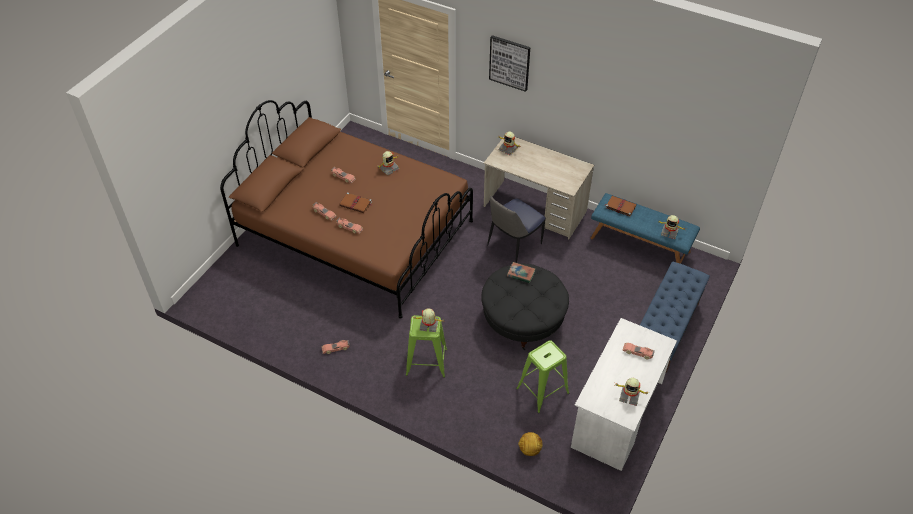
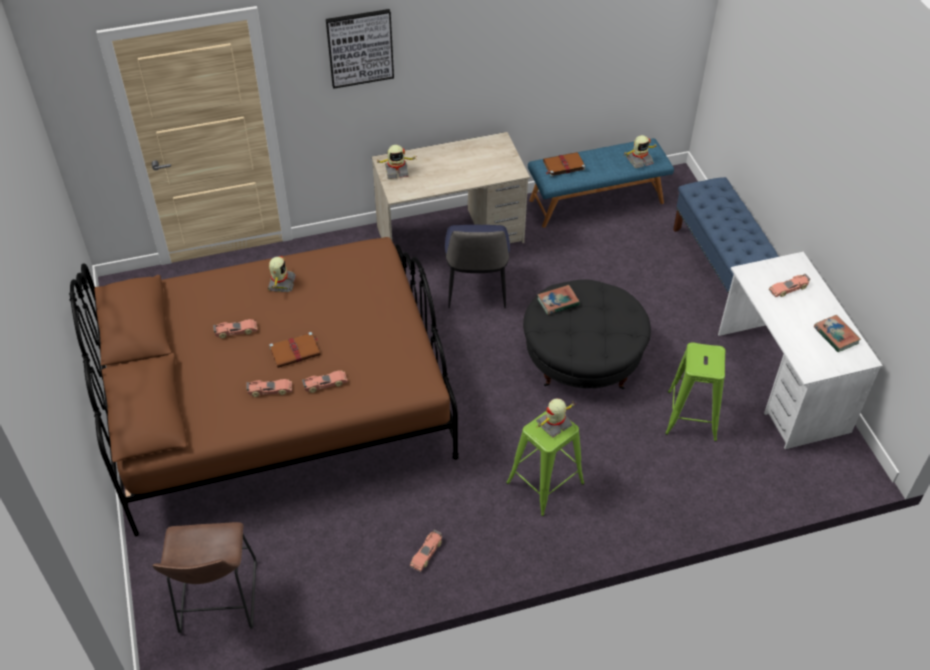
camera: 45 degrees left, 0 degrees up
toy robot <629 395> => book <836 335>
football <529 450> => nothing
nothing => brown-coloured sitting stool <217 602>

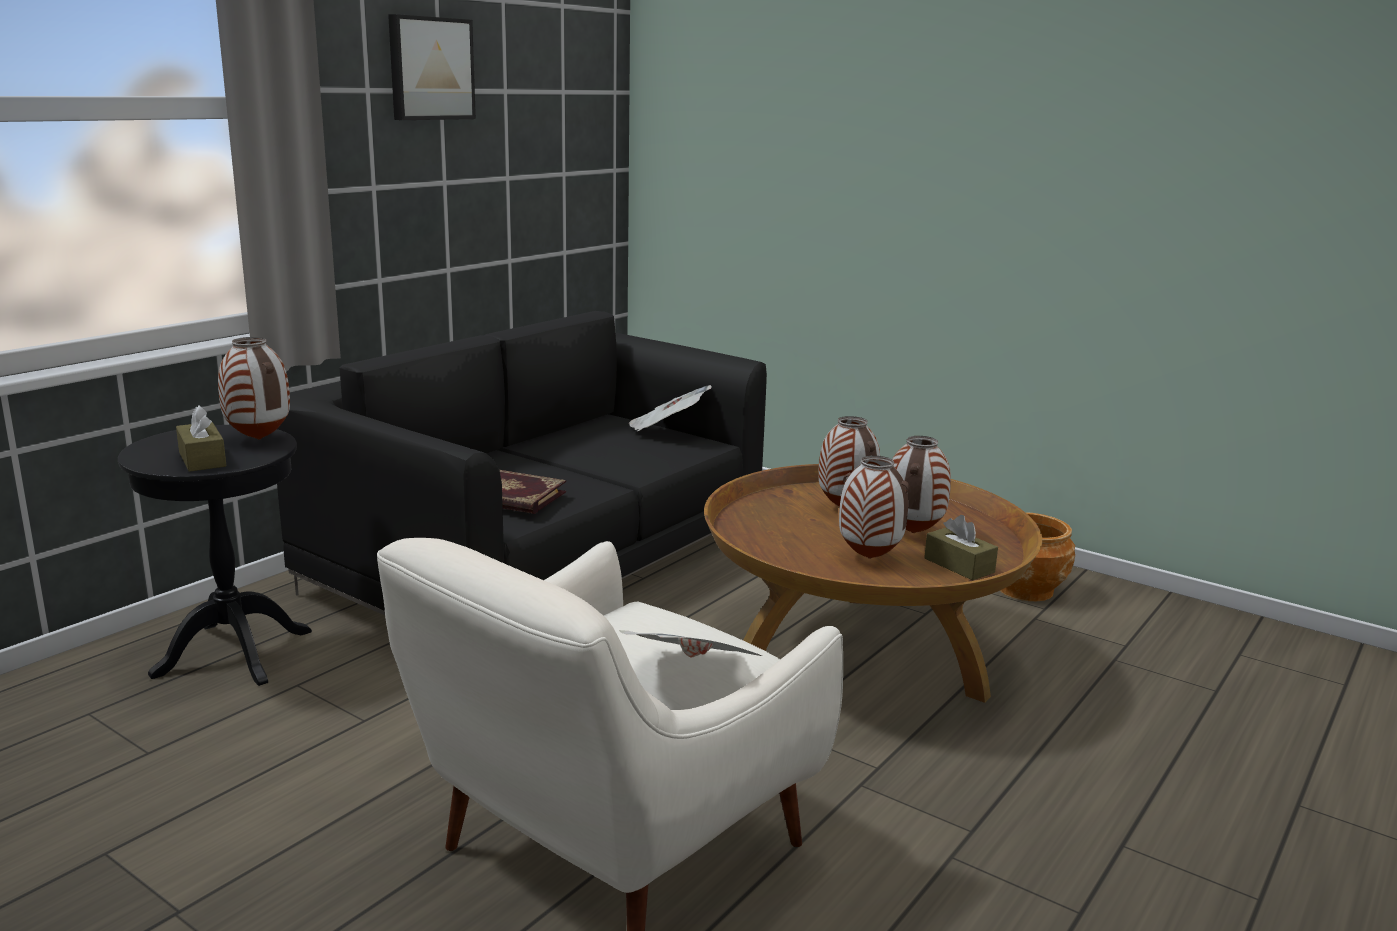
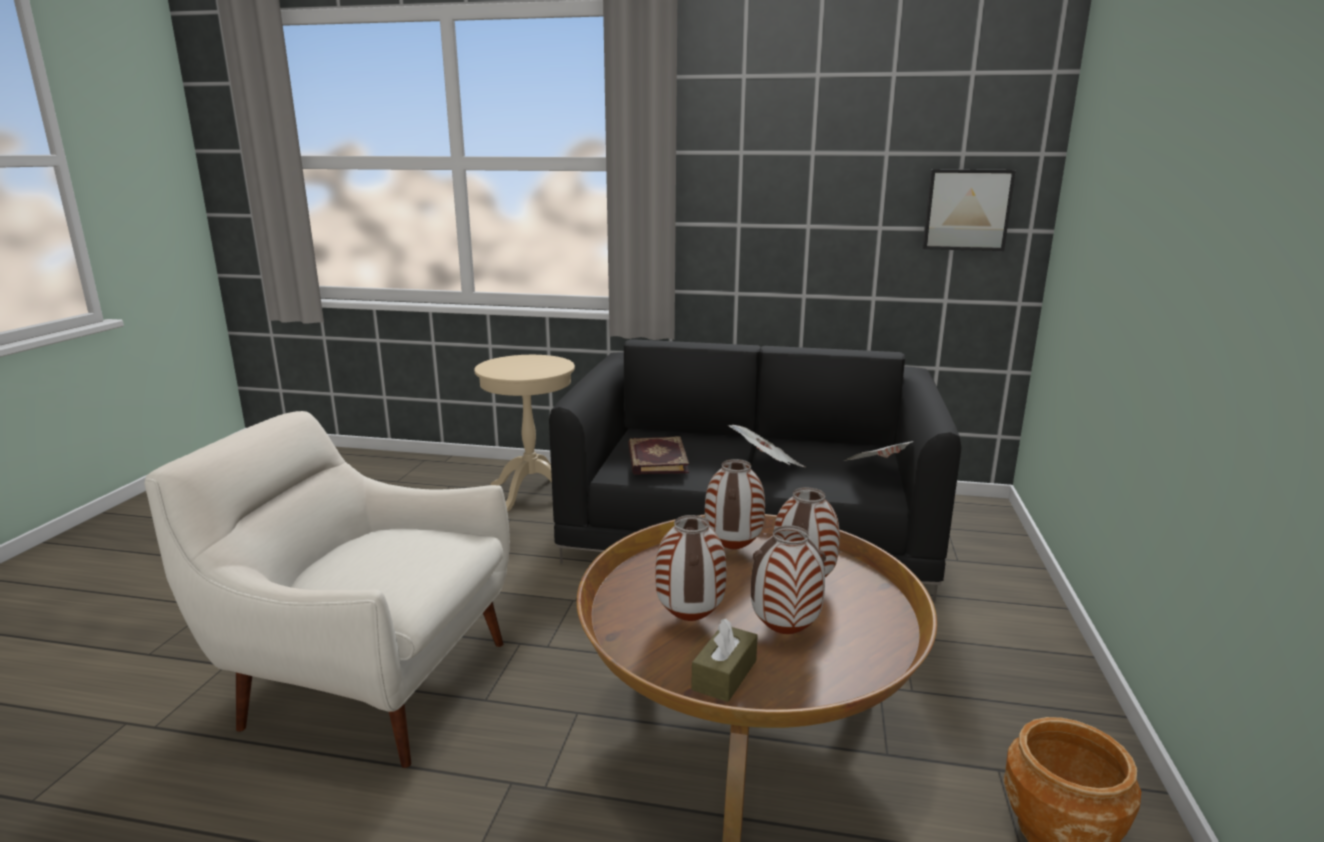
camera: 65 degrees right, 0 degrees up
picture <429 68> => picture <966 210>, moved
flower vase <260 439> => flower vase <734 549>, moved
brown-coloured tissue holder <202 459> => nothing
blackish side table <233 653> => beige side table <532 492>
printed paper <694 678> => printed paper <766 465>, moved

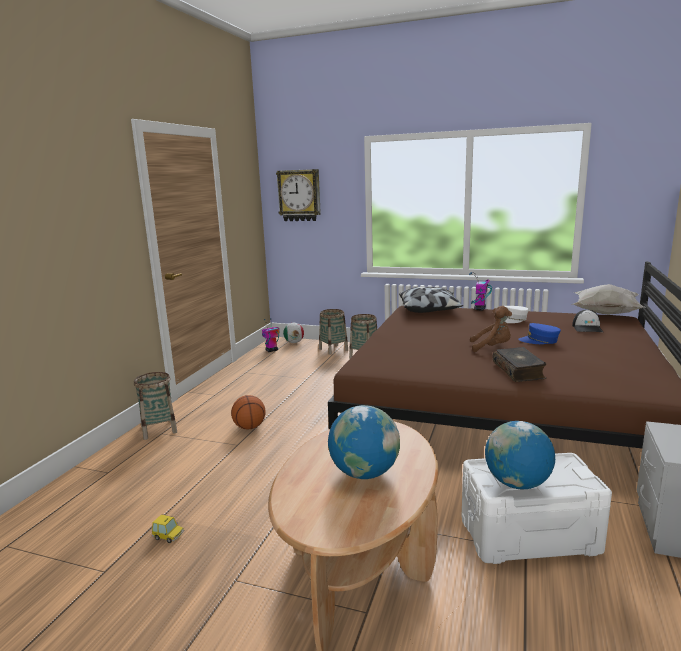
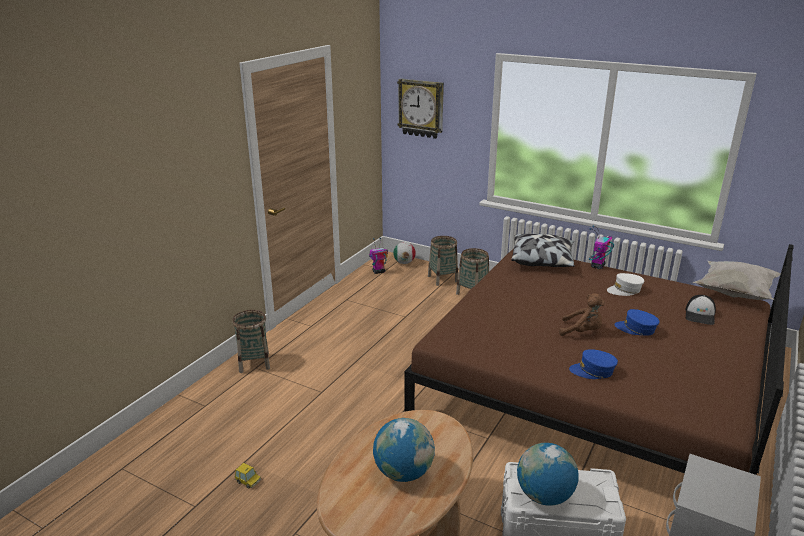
camera: 10 degrees right, 10 degrees up
book <519 371> => blue baseball cap <593 371>
basketball <249 427> => nothing

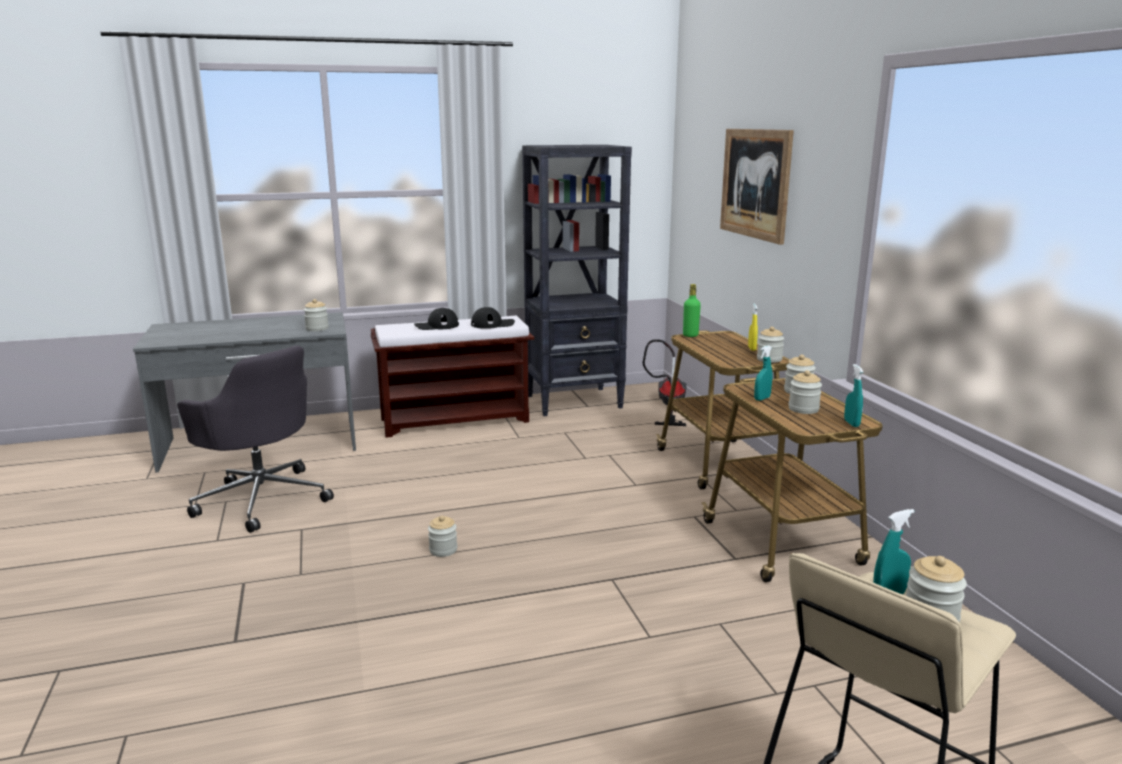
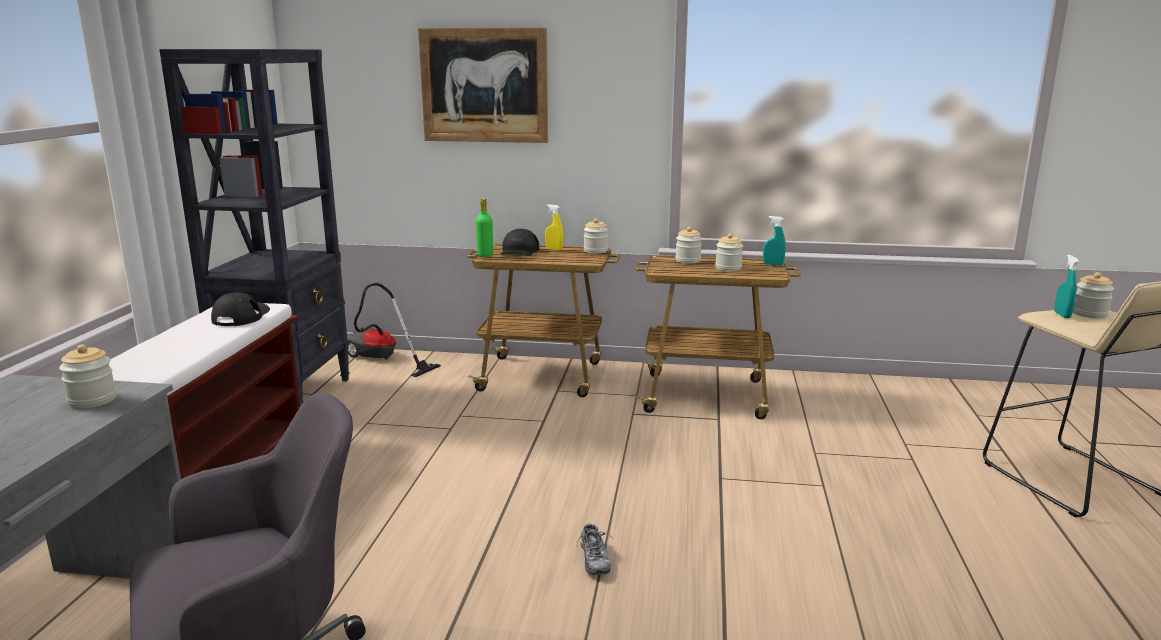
camera: 65 degrees left, 0 degrees up
blackish baseball cap <436 326> => blackish baseball cap <519 251>, moved
turquoise sprayer <762 398> => nothing
preserve jar <443 550> => shoe <594 560>

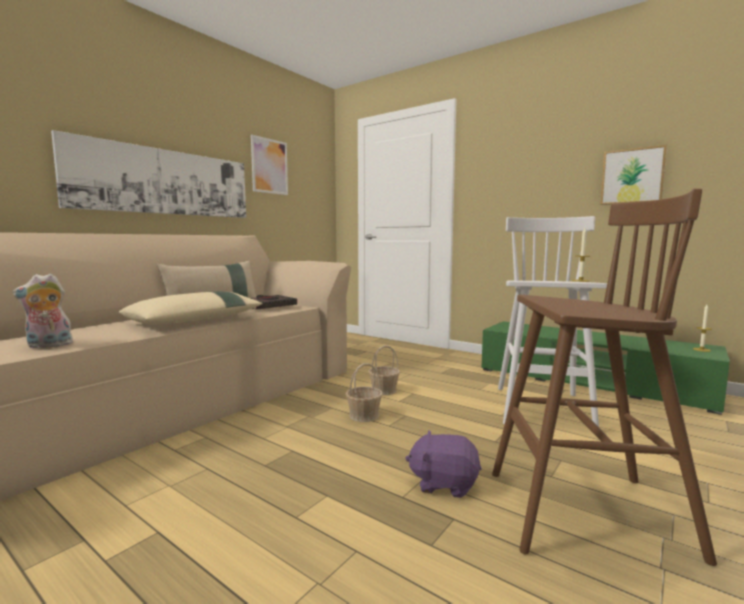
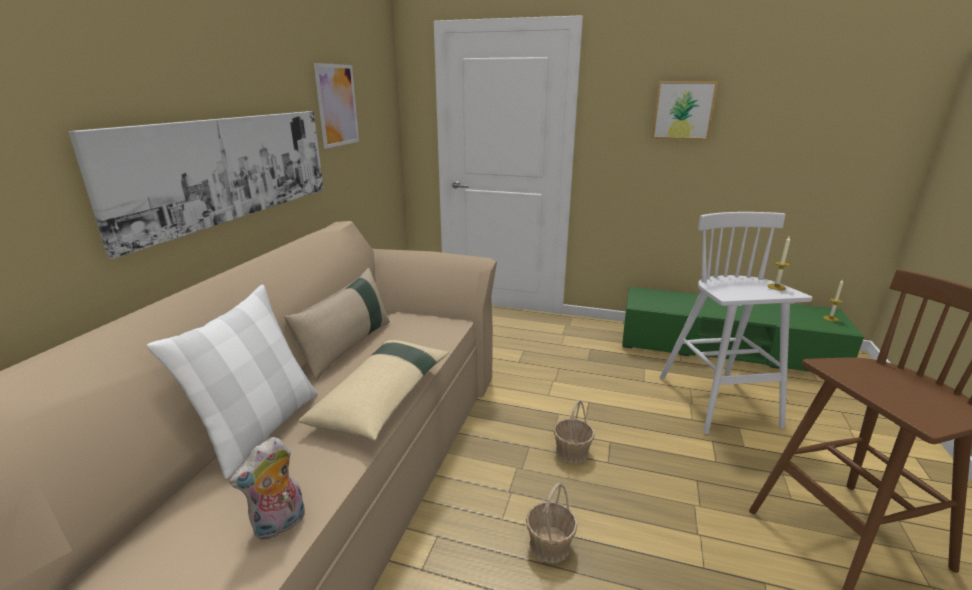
camera: 20 degrees left, 15 degrees up
picture <632 176> => picture <683 110>, moved
blackish book <268 306> => nothing
basket <383 390> => basket <549 545>, moved
purplish soft toy <444 483> => nothing
nothing => whitish pillow <260 428>

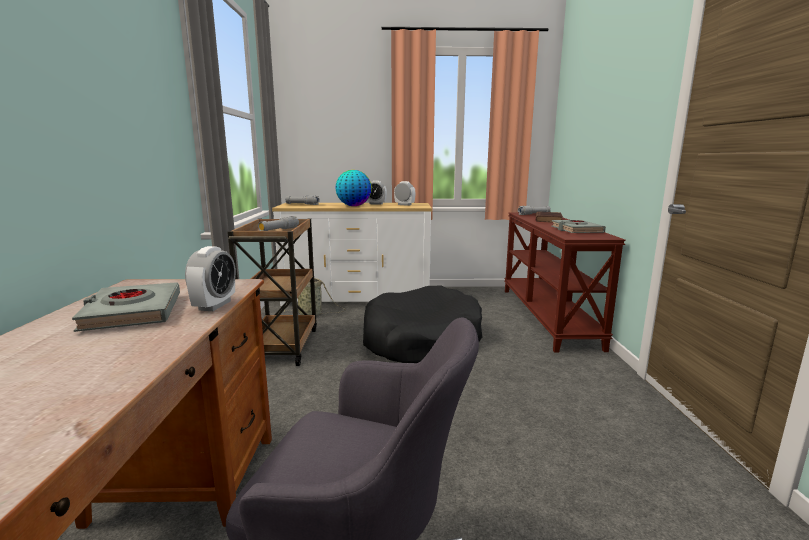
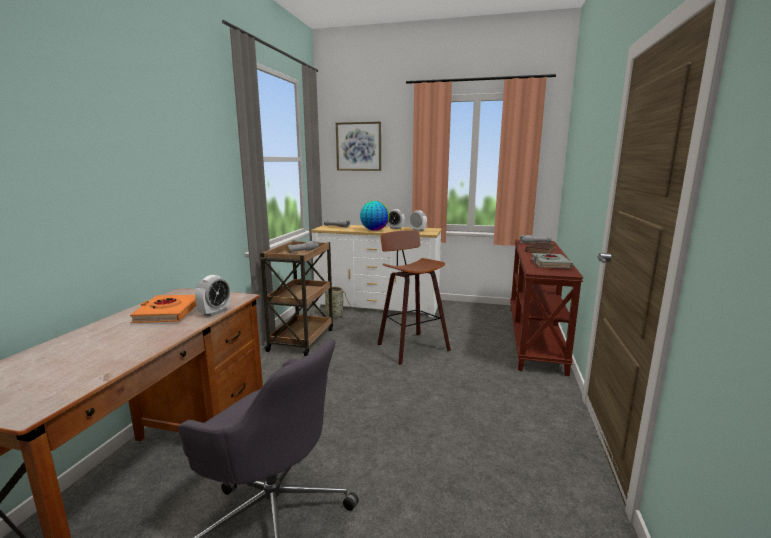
camera: 15 degrees right, 0 degrees up
greyish book <133 312> => orangey book <168 313>
blackish dog bed <421 340> => sitting stool <410 347>
nothing => picture <358 146>

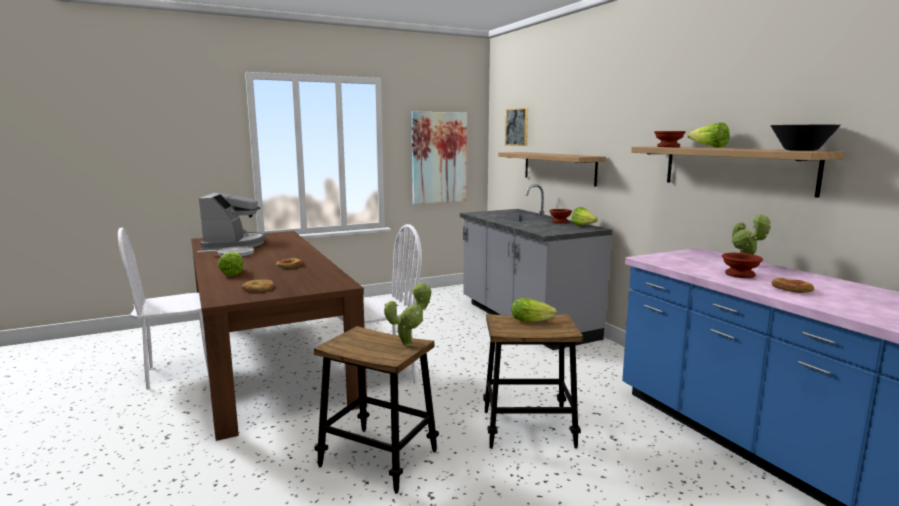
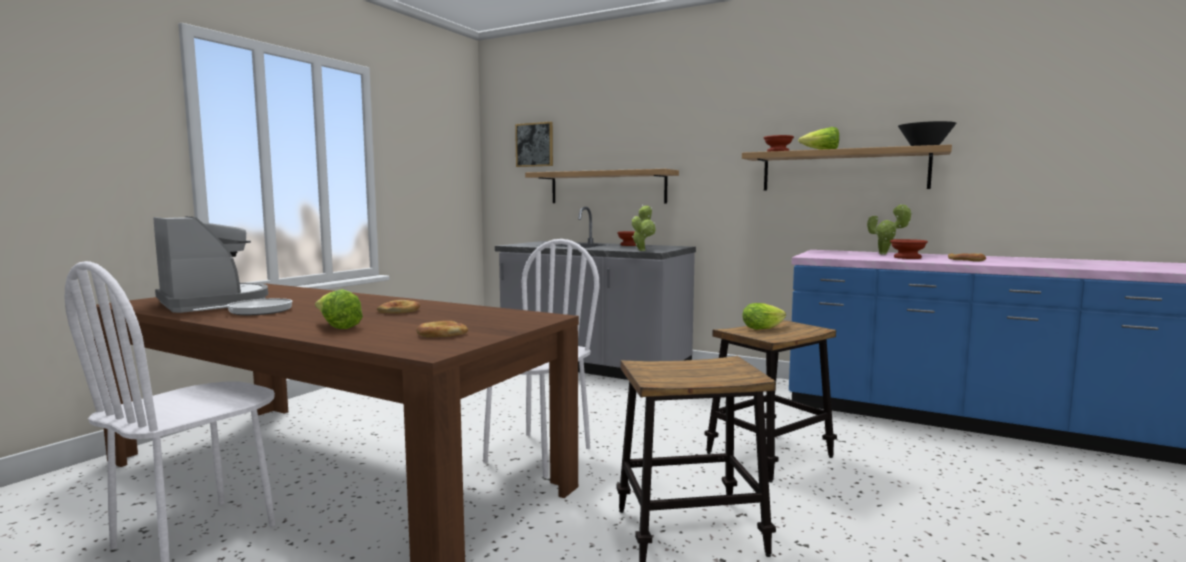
camera: 35 degrees left, 5 degrees down
picture <439 157> => nothing
head of lettuce <583 226> => nothing
houseplant <409 344> => houseplant <642 250>, moved

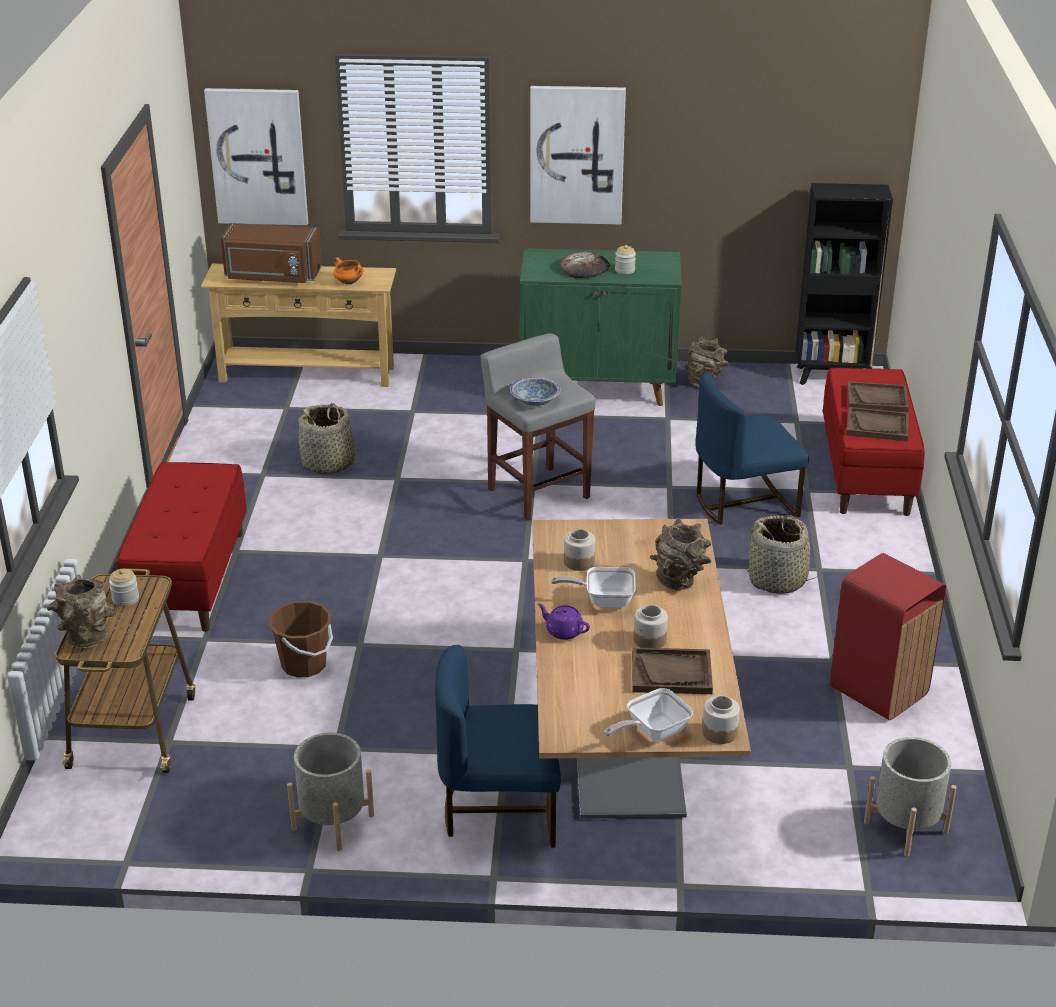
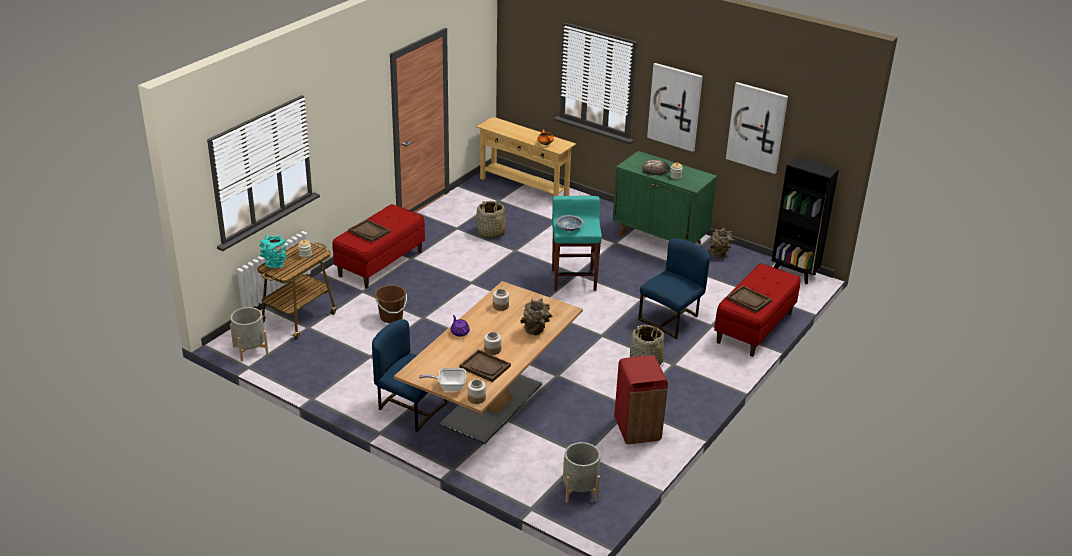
camera: 30 degrees right, 0 degrees up
picture <258 156> => picture <757 127>, moved
brown-coloured microwave <272 276> => nothing
greyish sitting stool <538 493> => turquoise sitting stool <574 279>
blue upright chair <744 502> => blue upright chair <671 319>, 120 degrees clockwise
brown-coloured tray <877 399> => brown-coloured tray <369 232>, moved
frying pan <603 600> => nothing
brown-coloured flower vase <85 637> => turquoise flower vase <275 264>
greyish plant pot <333 822> => greyish plant pot <250 350>, moved

